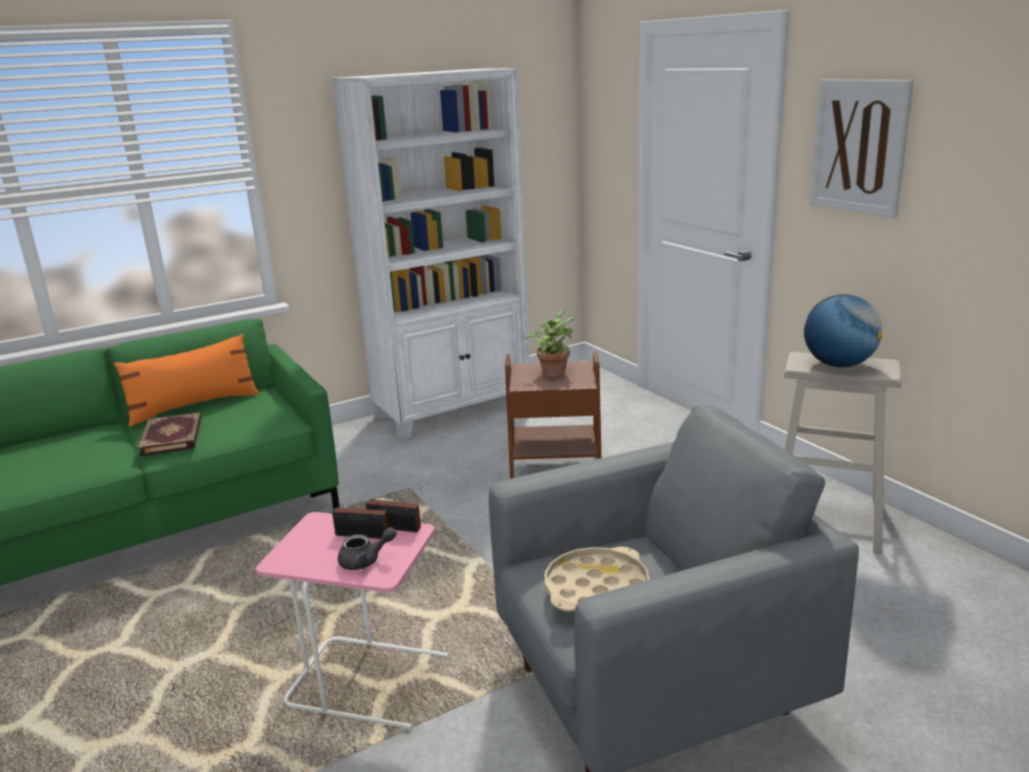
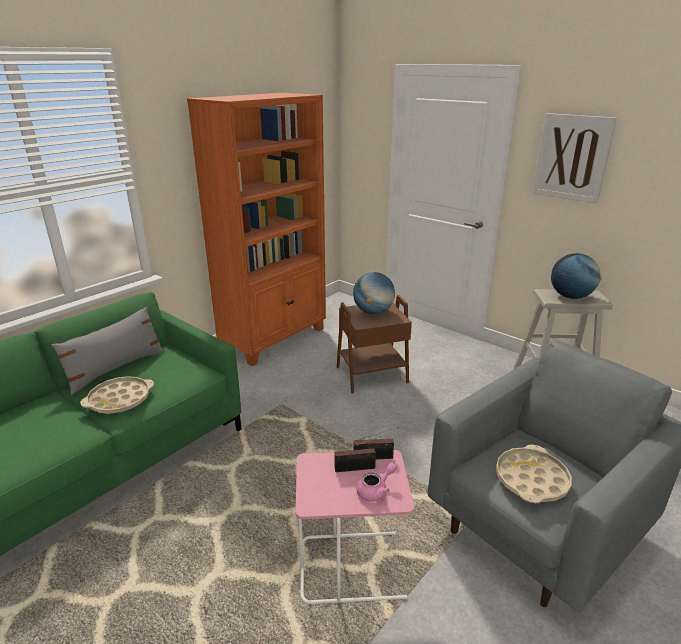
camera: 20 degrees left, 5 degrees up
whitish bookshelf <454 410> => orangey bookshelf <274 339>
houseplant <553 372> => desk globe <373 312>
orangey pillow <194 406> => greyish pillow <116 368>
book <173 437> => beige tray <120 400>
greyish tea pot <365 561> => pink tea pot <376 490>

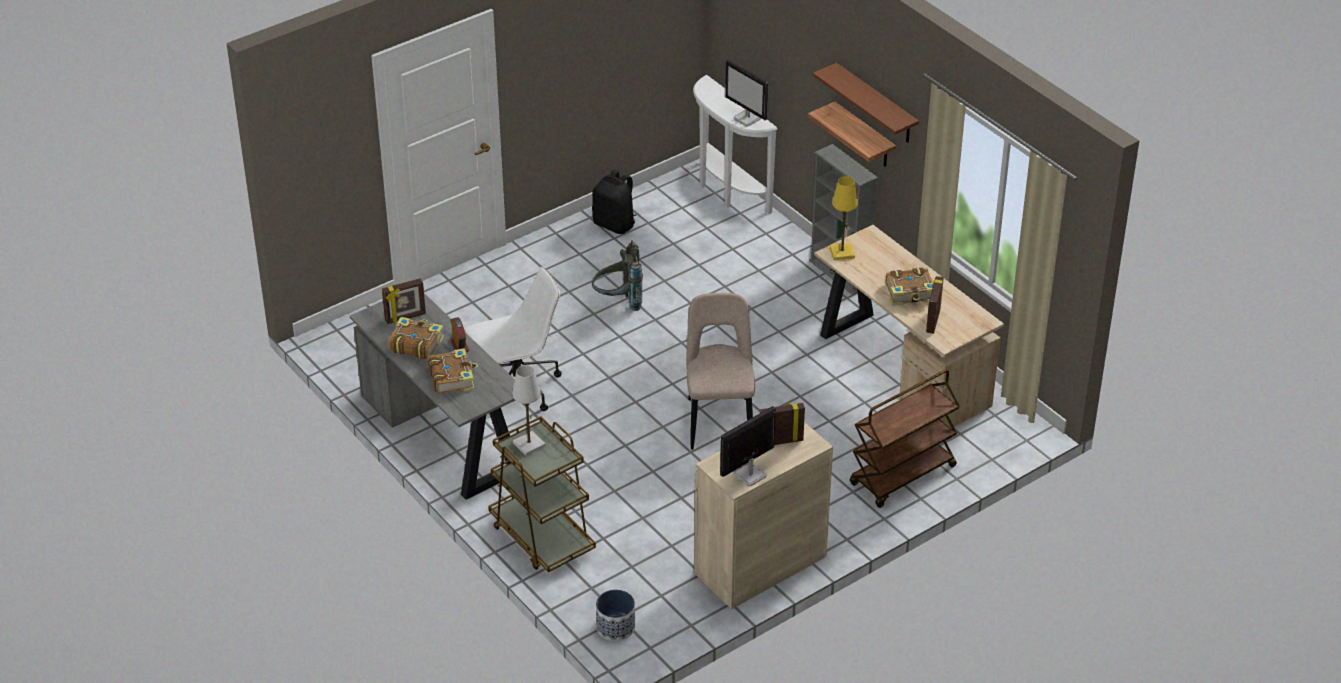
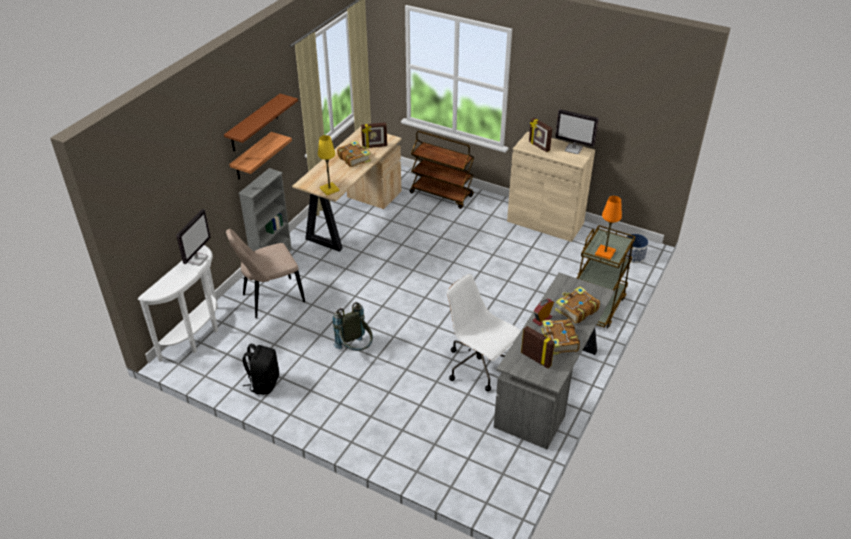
camera: 115 degrees left, 0 degrees up
beige upright chair <719 420> => beige upright chair <270 299>, moved
whitish table lamp <529 444> => orangey table lamp <605 253>

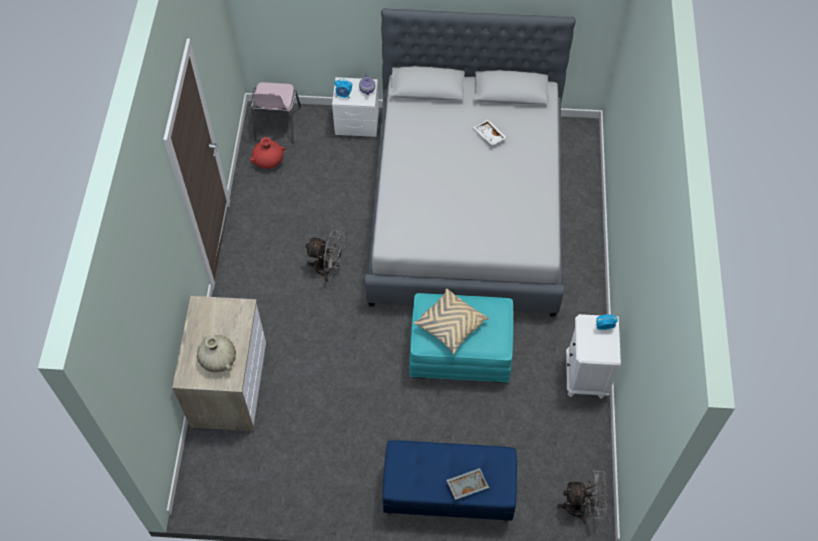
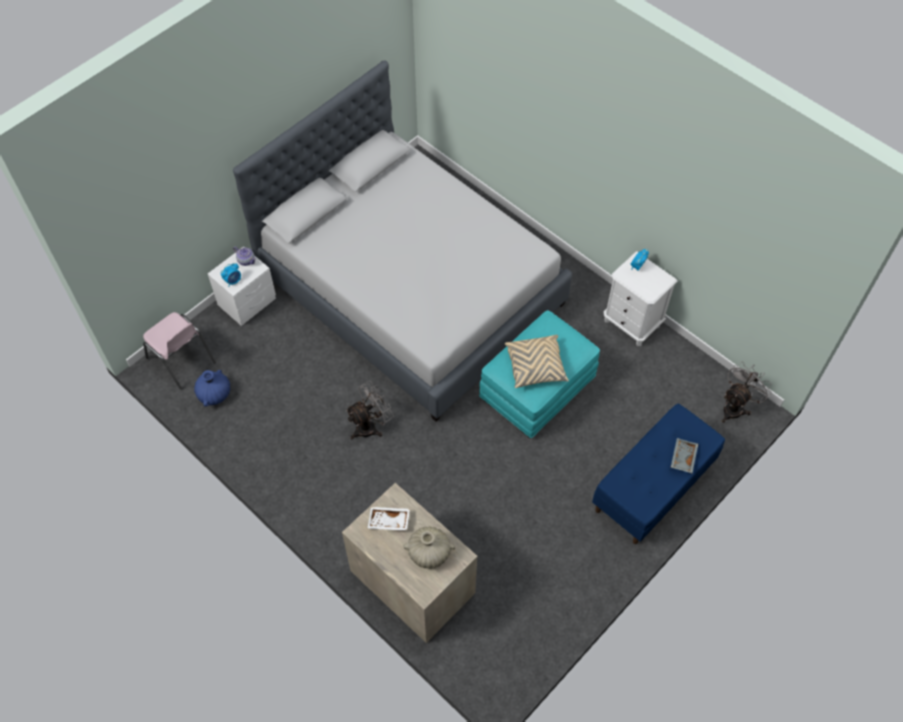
camera: 50 degrees left, 0 degrees up
whitish tray <489 135> => whitish tray <388 521>, moved
red-coloured flower vase <268 161> => blue flower vase <214 394>

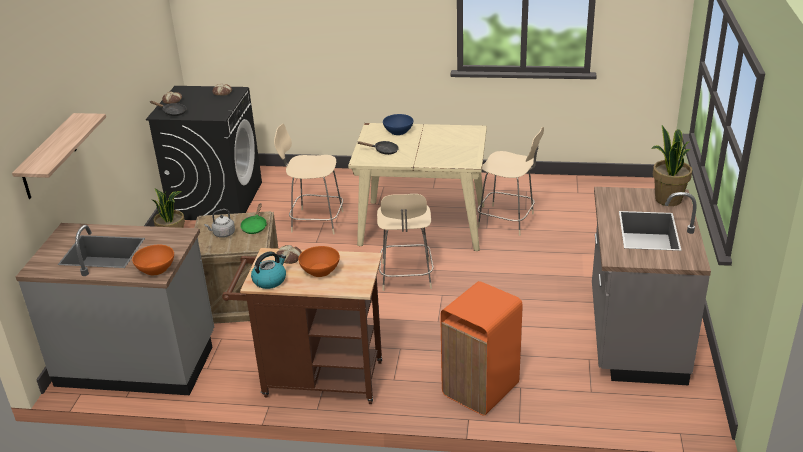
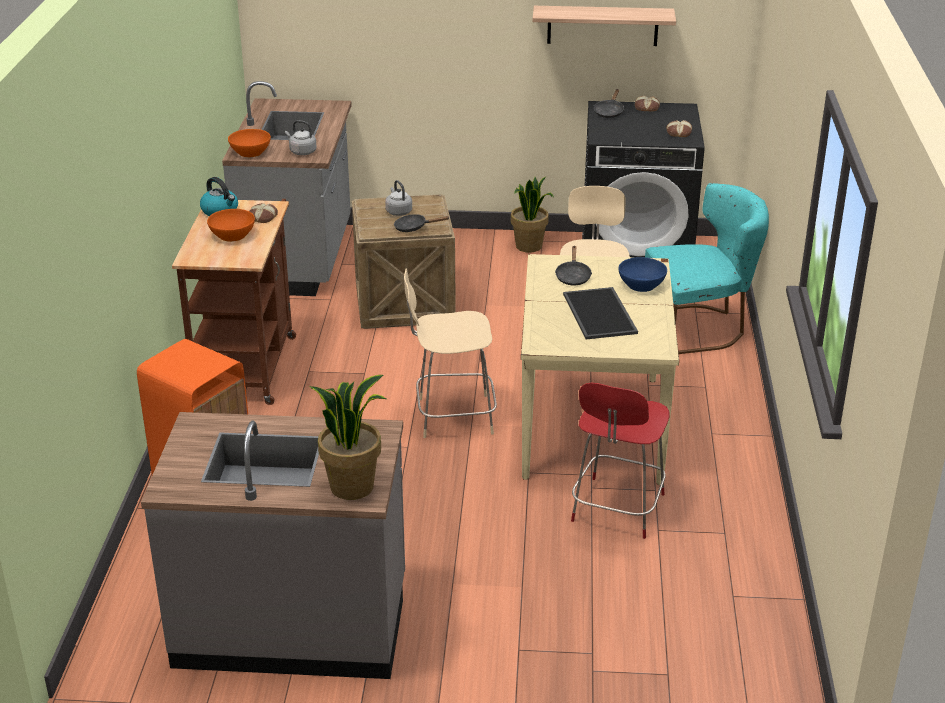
camera: 85 degrees right, 0 degrees up
bracket shelf <48 157> => bracket shelf <602 25>, moved
beige sitting stool <508 221> => red-coloured sitting stool <616 510>
green frying pan <254 226> => blackish frying pan <414 228>
nothing => greyish water kettle <301 152>
nothing => turquoise upright chair <700 328>
nothing => tray <601 314>

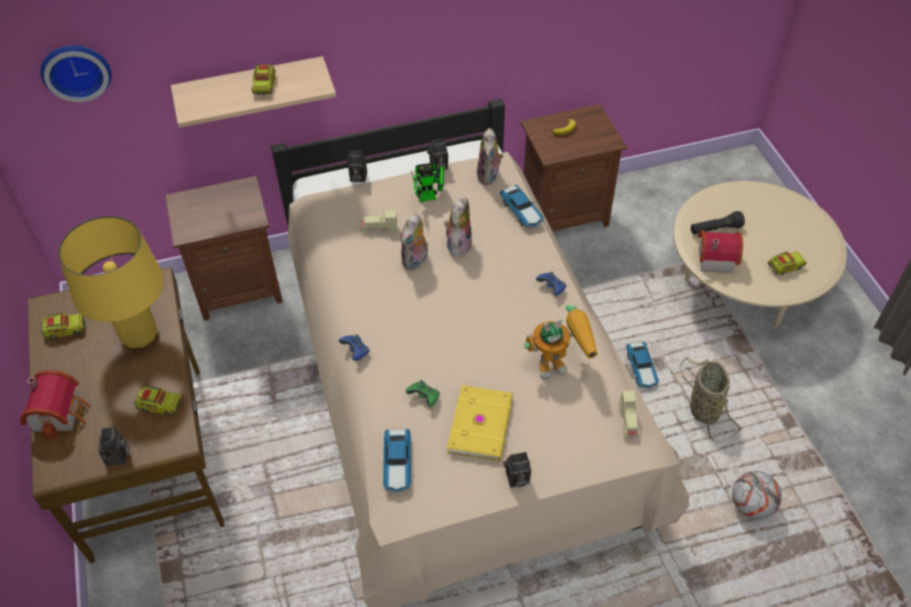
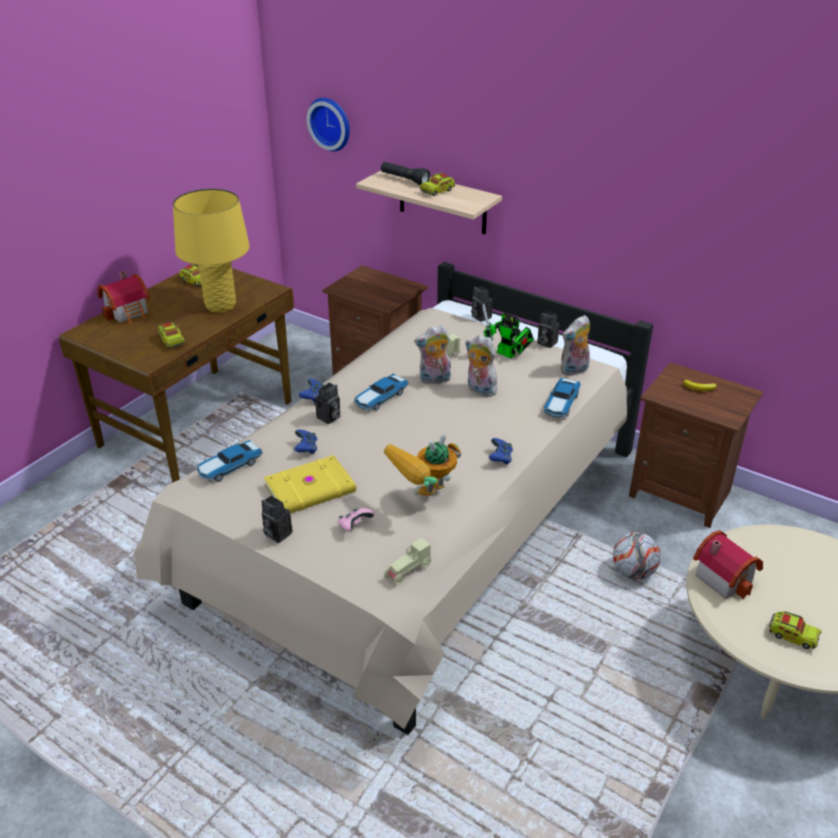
camera: 50 degrees right, 15 degrees down
soft toy <458 244> => soft toy <479 390>, 120 degrees counterclockwise
blackish hand torch <715 230> => blackish hand torch <404 180>, moved
toy robot <560 362> => toy robot <425 500>, 105 degrees clockwise
toy car <641 369> => toy car <380 398>, moved
basket <703 408> => nothing
green joypad <424 398> => blue joypad <306 448>
still camera <118 457> => still camera <328 418>, moved
football <751 506> => football <633 572>, moved
nothing => pink joypad <354 525>

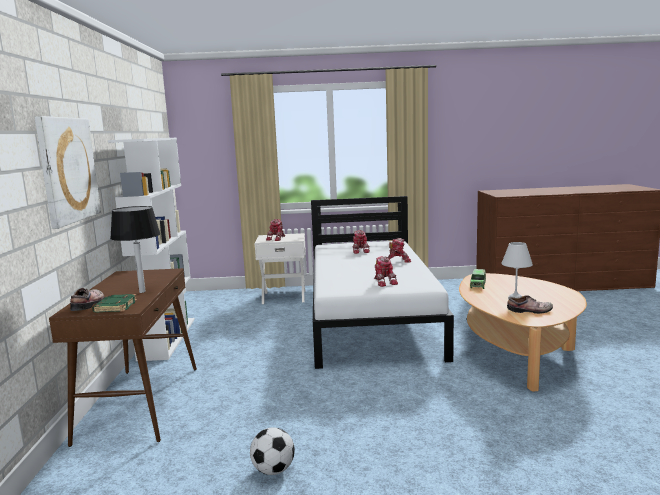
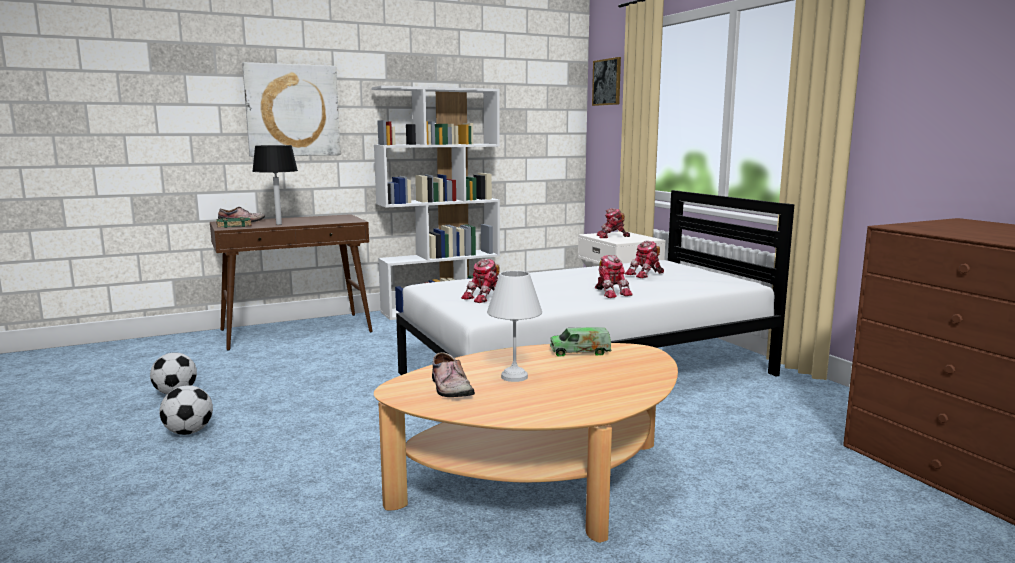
camera: 65 degrees right, 0 degrees up
nothing => picture <607 82>
nothing => football <188 432>

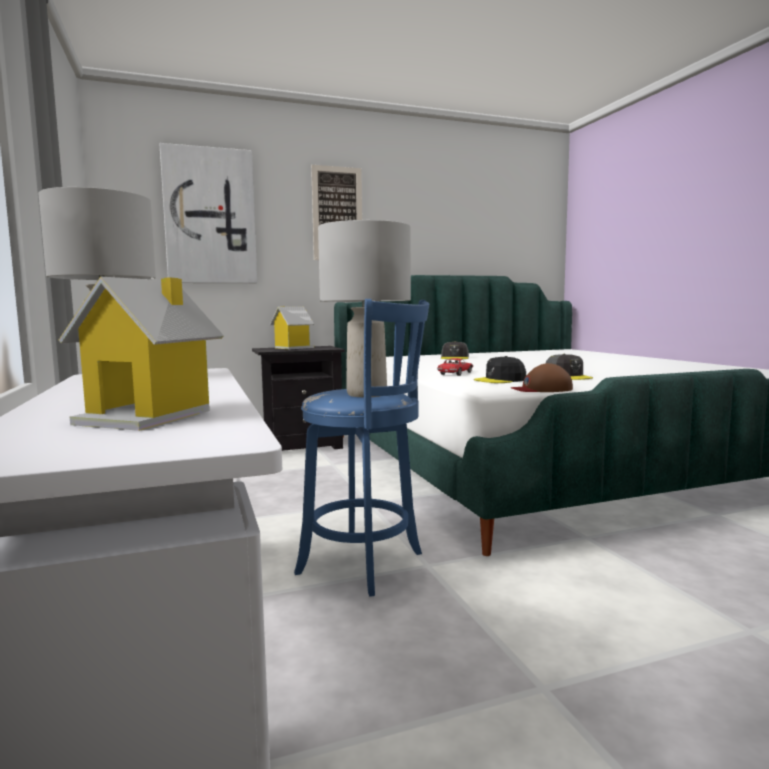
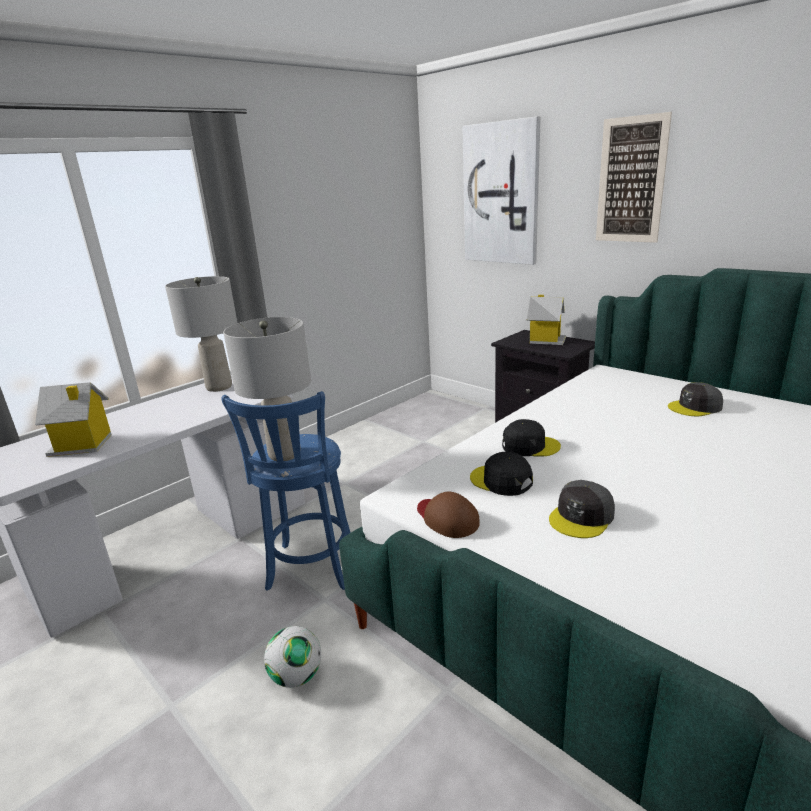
camera: 65 degrees right, 15 degrees up
toy car <456 373> => blackish baseball cap <529 446>
nothing => football <296 676>

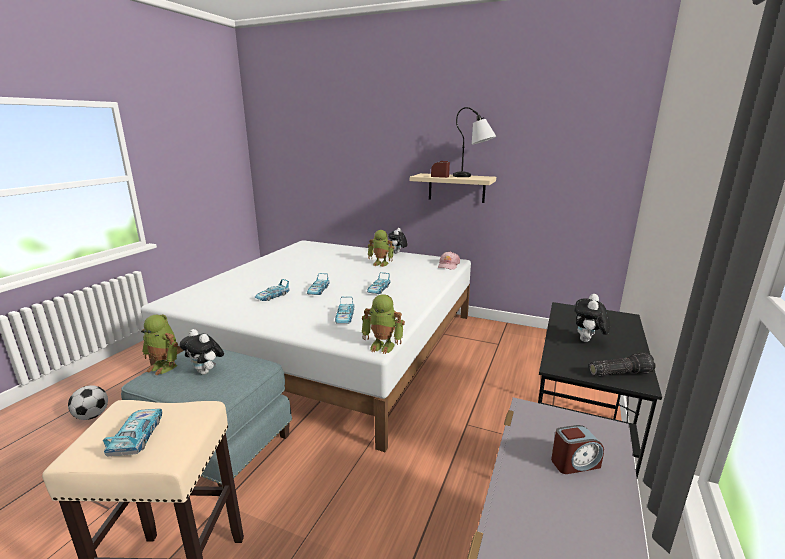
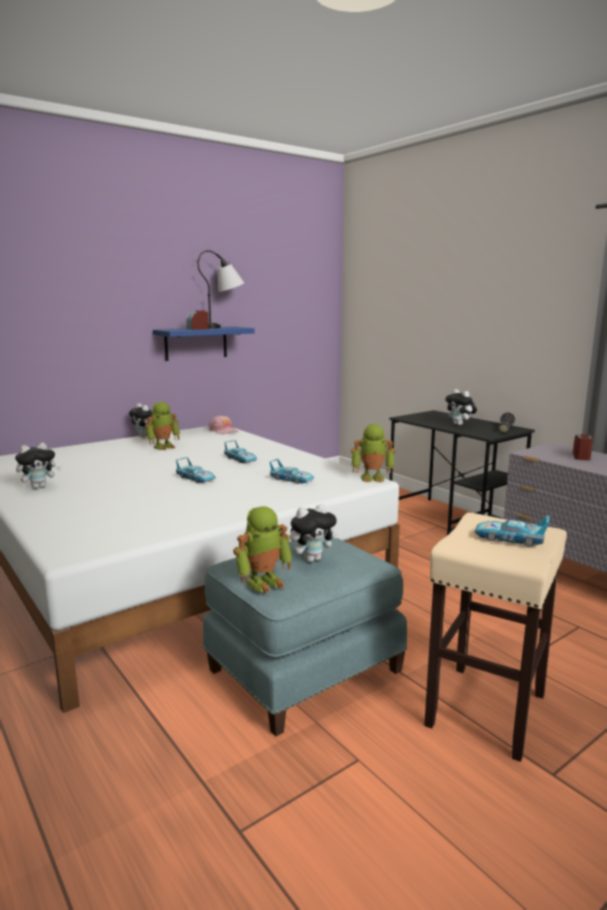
camera: 60 degrees left, 5 degrees down
beige bracket shelf <456 188> => blue bracket shelf <196 343>
toy car <272 296> => nothing
toy robot <383 346> => toy robot <372 478>, 45 degrees clockwise
football <92 416> => nothing
nothing => soft toy <39 487>

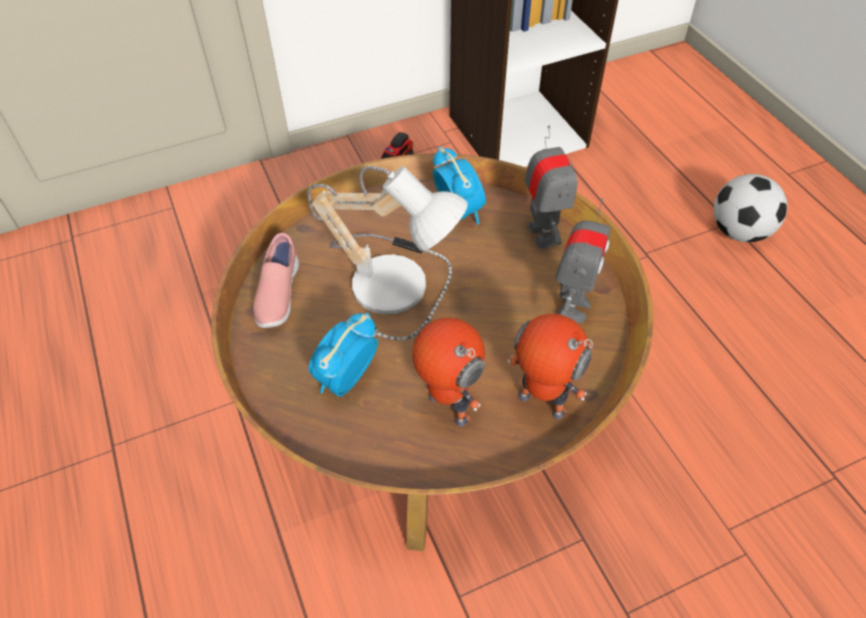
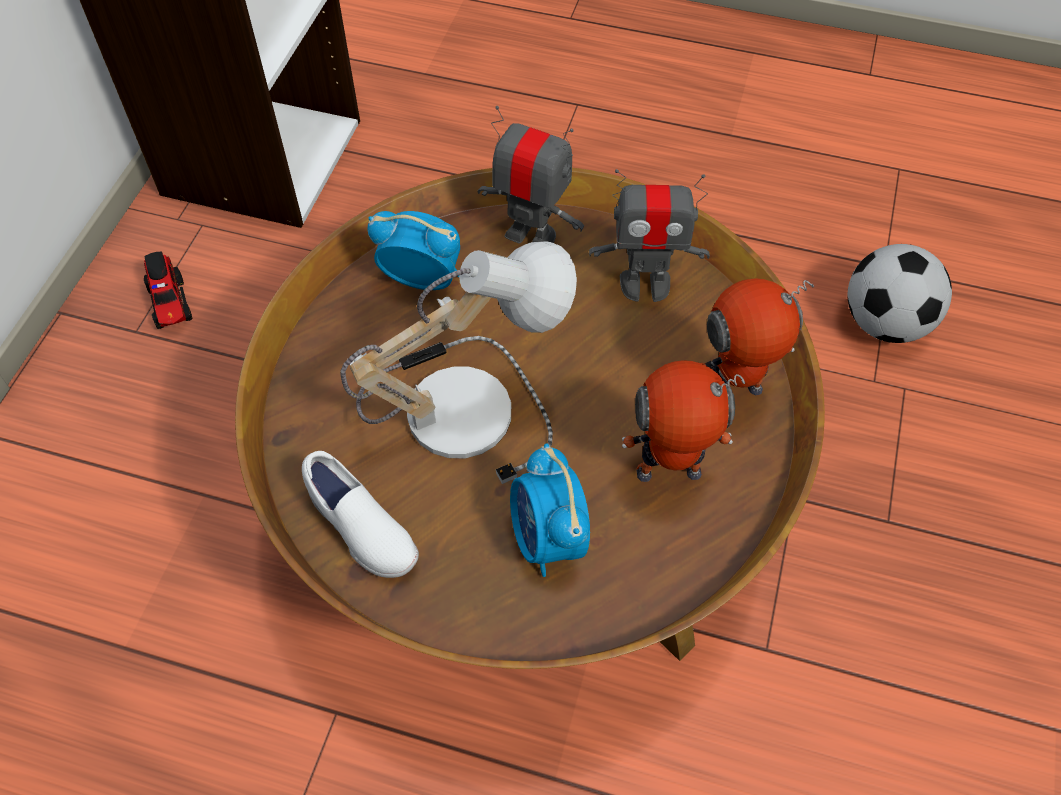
camera: 50 degrees left, 5 degrees up
football <738 232> => football <885 323>, moved
toy robot <571 307> => toy robot <645 284>, 120 degrees clockwise
pink shoe <278 295> => whitish shoe <360 530>

